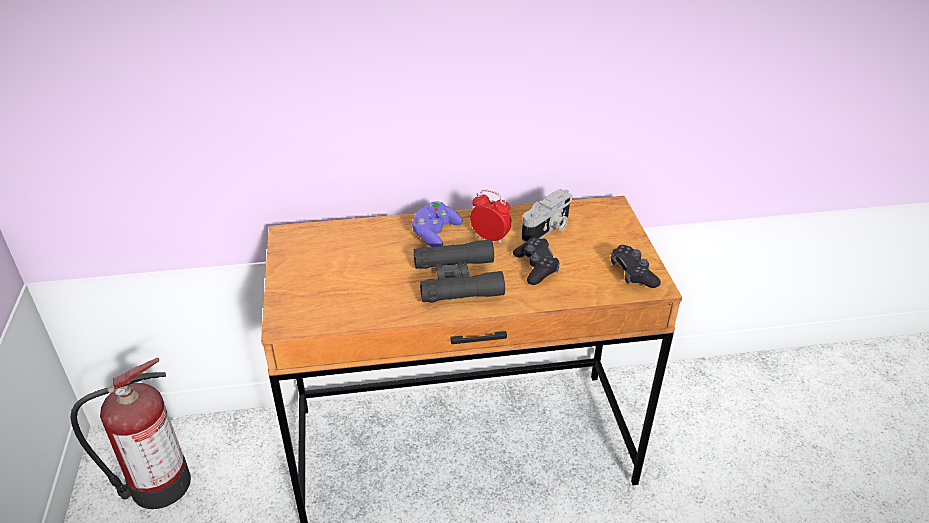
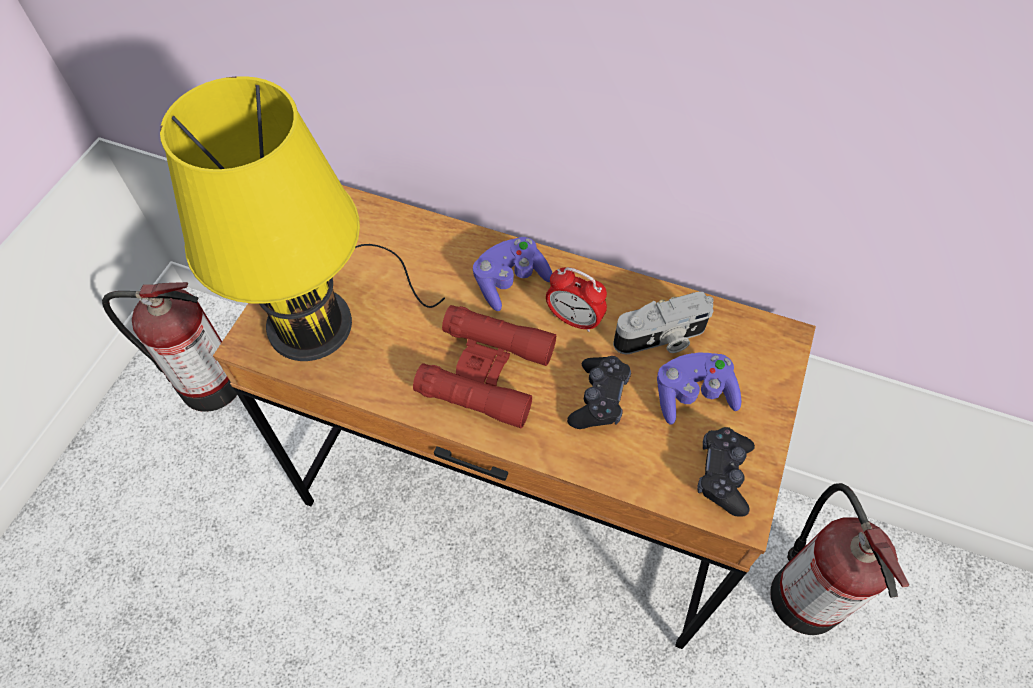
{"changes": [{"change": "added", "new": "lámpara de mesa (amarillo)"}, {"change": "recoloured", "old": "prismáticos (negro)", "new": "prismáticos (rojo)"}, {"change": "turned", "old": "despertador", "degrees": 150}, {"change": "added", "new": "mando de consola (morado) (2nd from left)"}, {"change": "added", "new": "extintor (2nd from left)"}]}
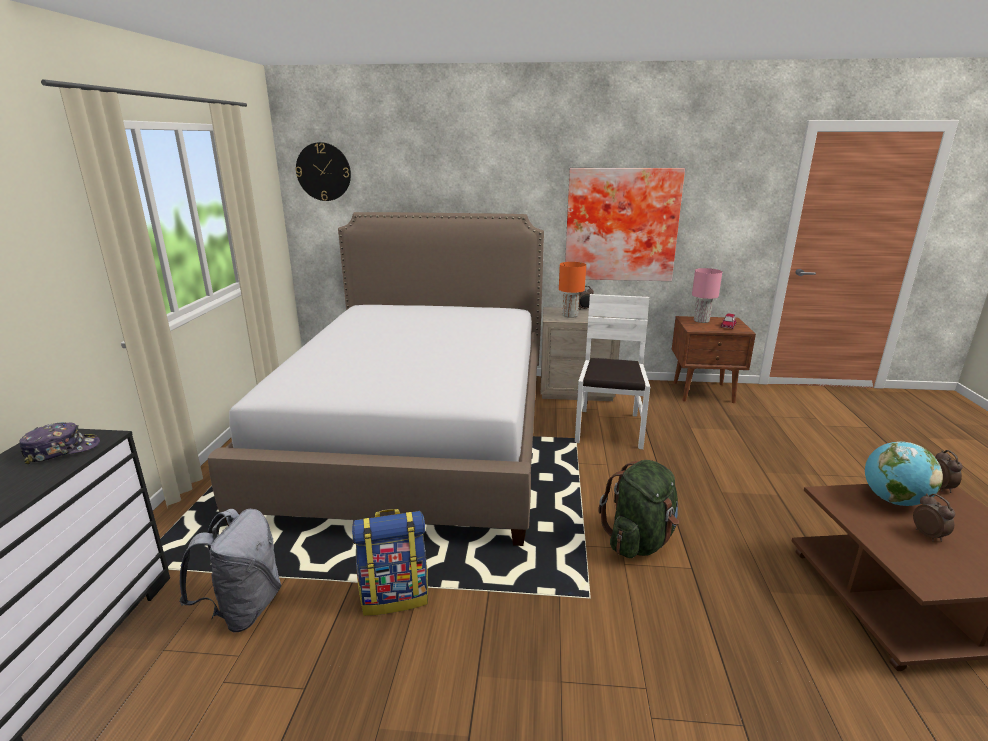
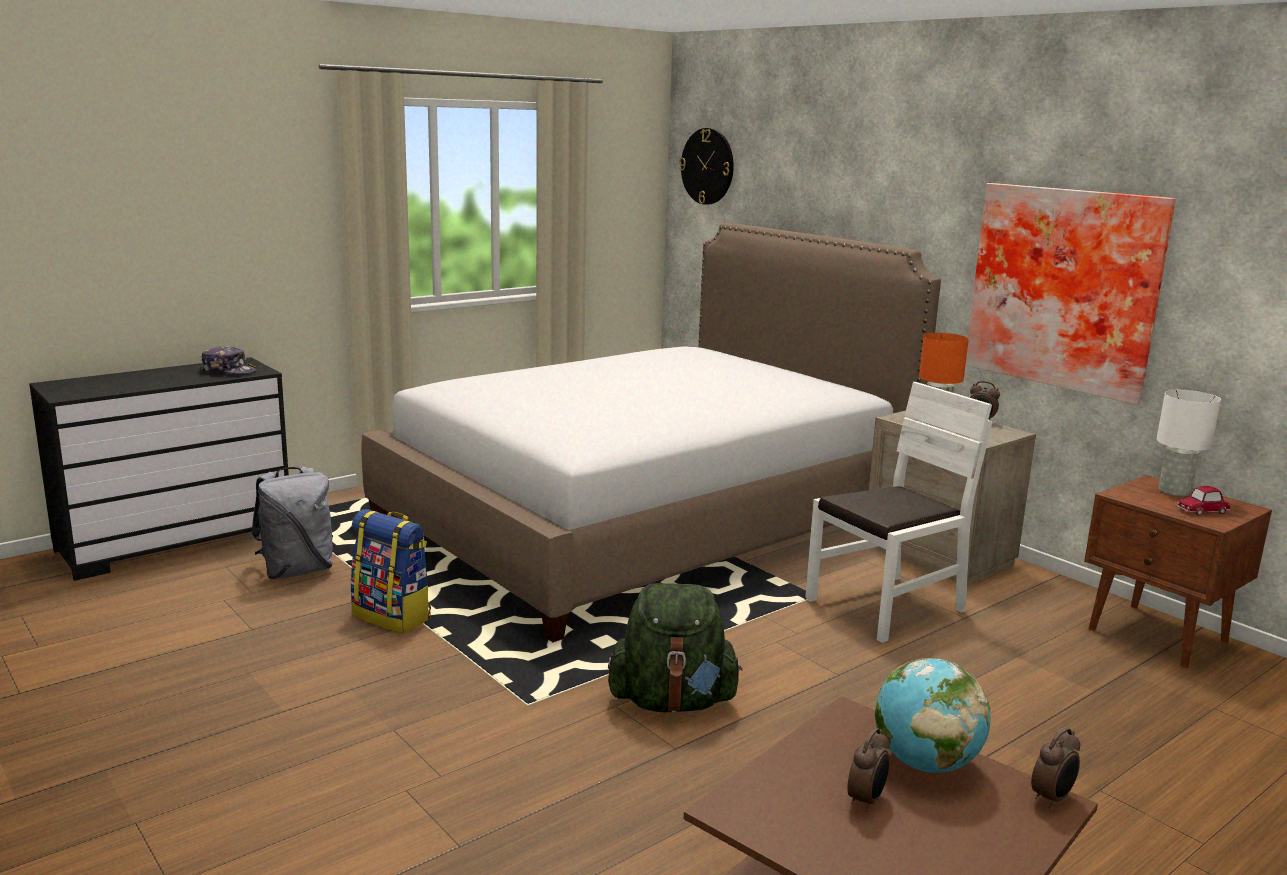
{"changes": [{"change": "recoloured", "old": "lámpara de mesa (rosa)", "new": "lámpara de mesa (blanco)"}]}
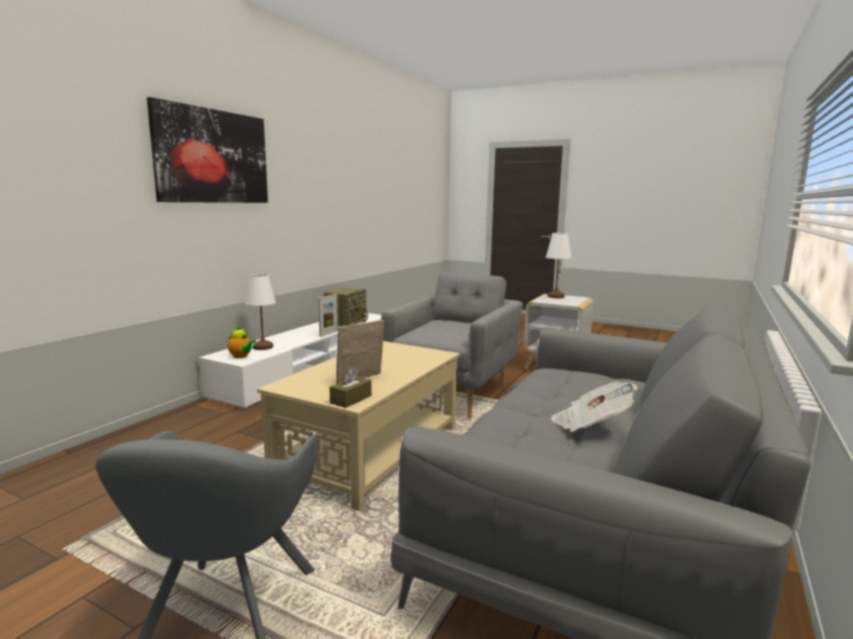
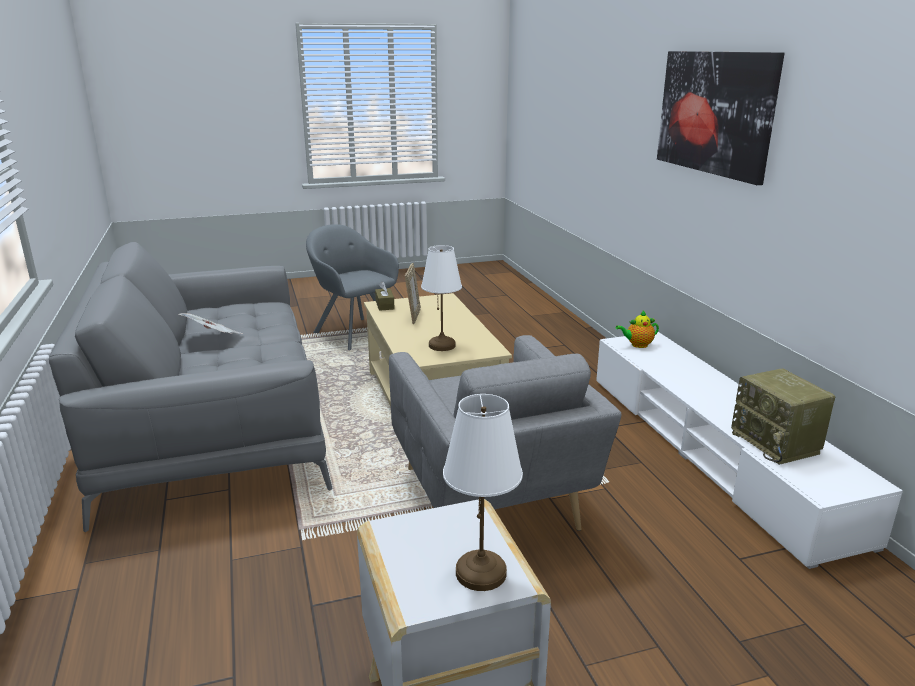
{"changes": [{"change": "moved", "old": "lámpara de mesa (blanco) (1st from left)"}, {"change": "removed", "old": "portarretratos (1st from left)"}]}
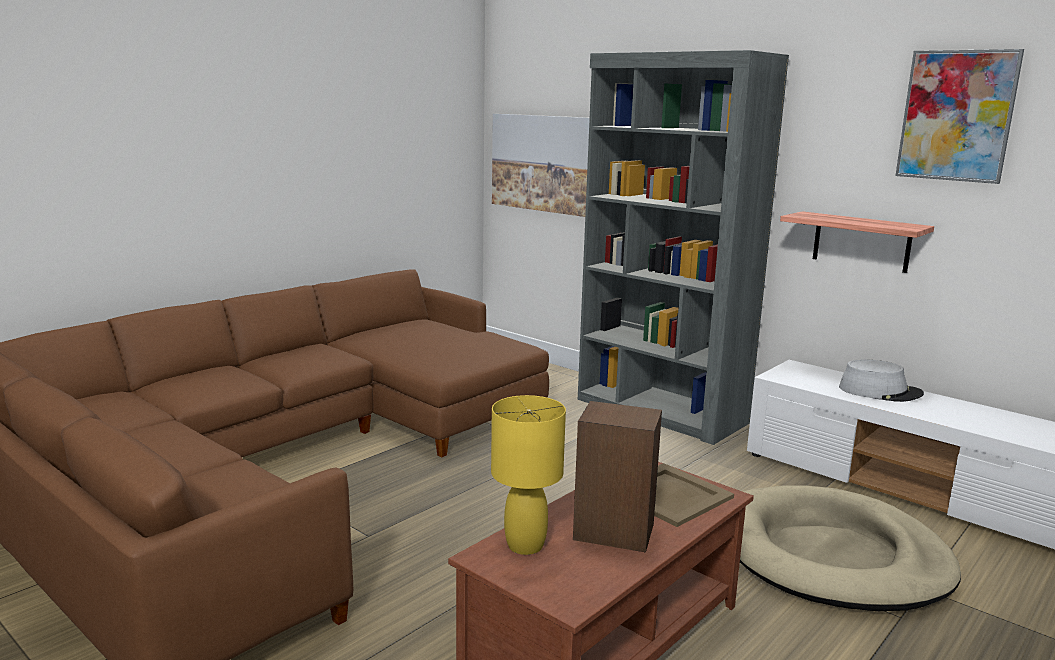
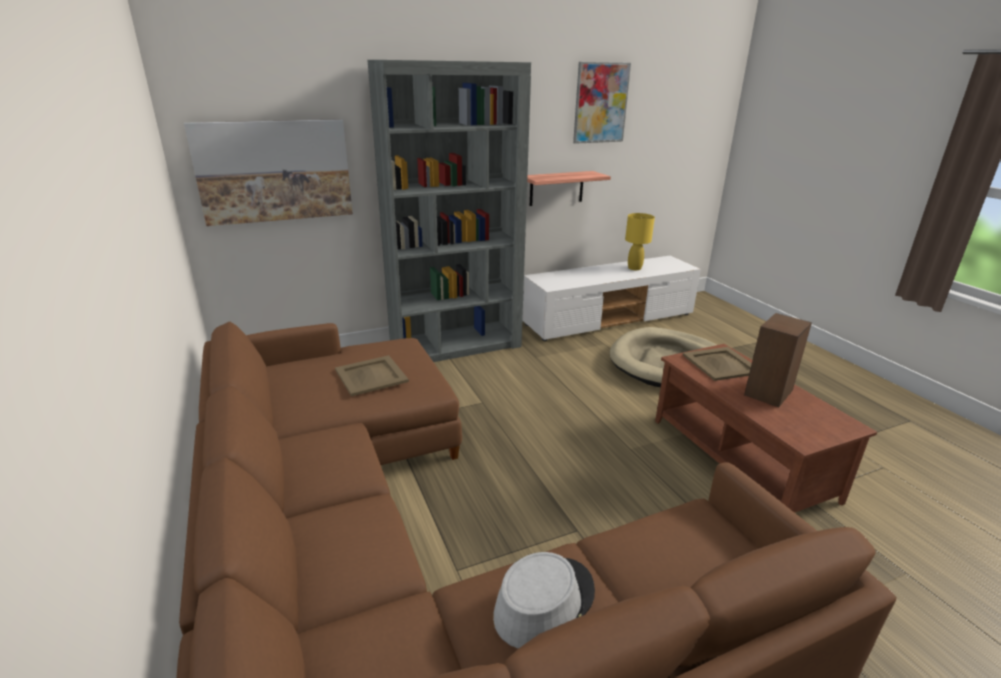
{"changes": [{"change": "added", "new": "bandeja (beis) (1st from left)"}, {"change": "moved", "old": "sombrero (gris)"}, {"change": "moved", "old": "lámpara de mesa (amarillo)"}]}
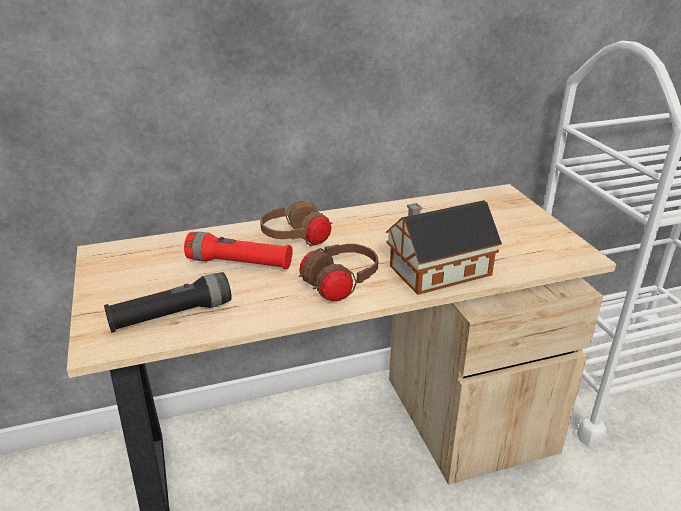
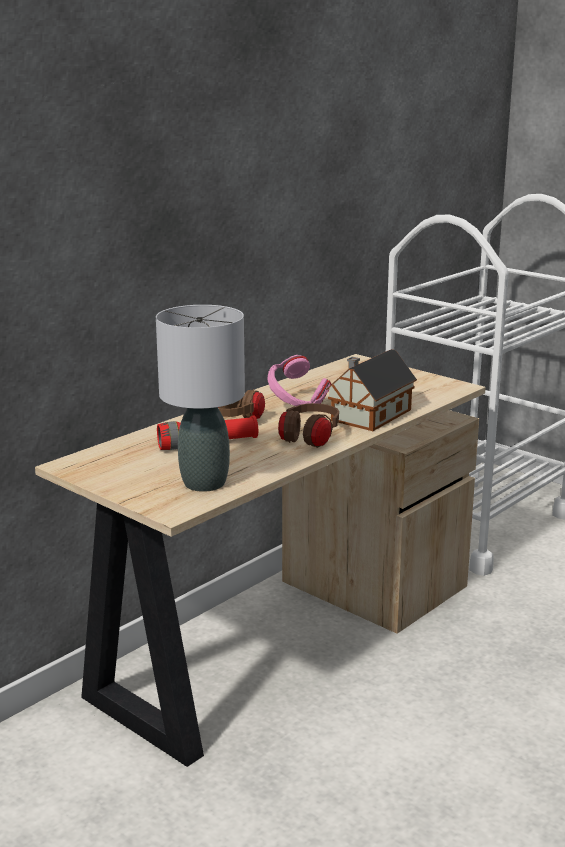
{"changes": [{"change": "replaced", "old": "linterna (negro)", "new": "lámpara de mesa (gris)"}, {"change": "added", "new": "auriculares (rosa)"}]}
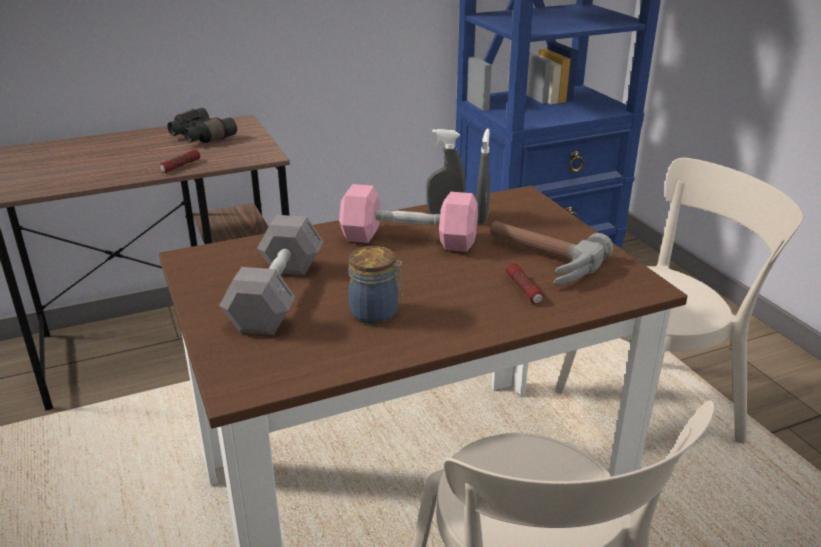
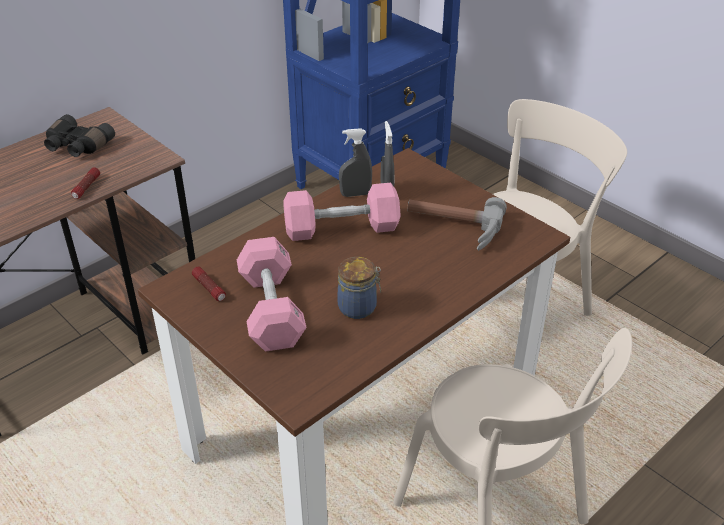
{"changes": [{"change": "moved", "old": "linterna (2nd from left)"}, {"change": "recoloured", "old": "mancuerna (gris)", "new": "mancuerna (rosa) (1st from left)"}]}
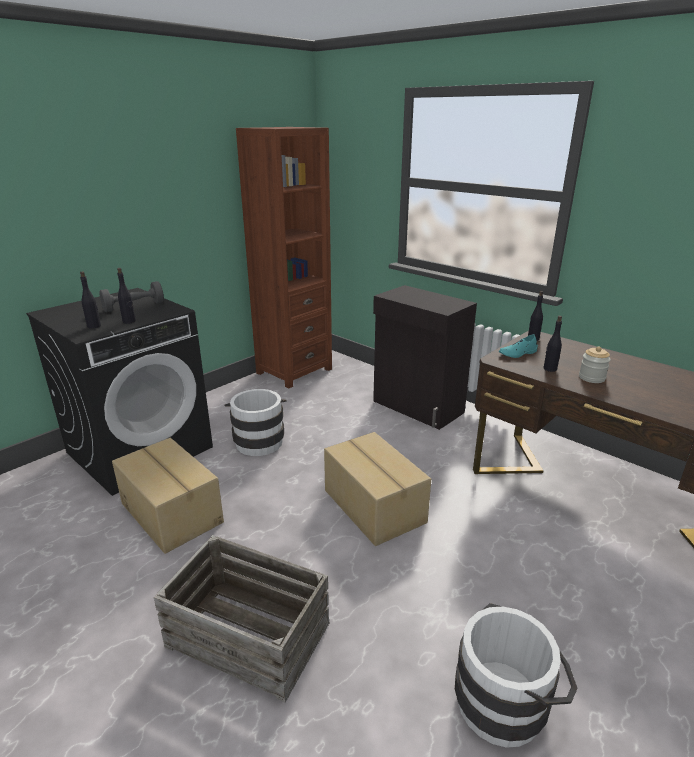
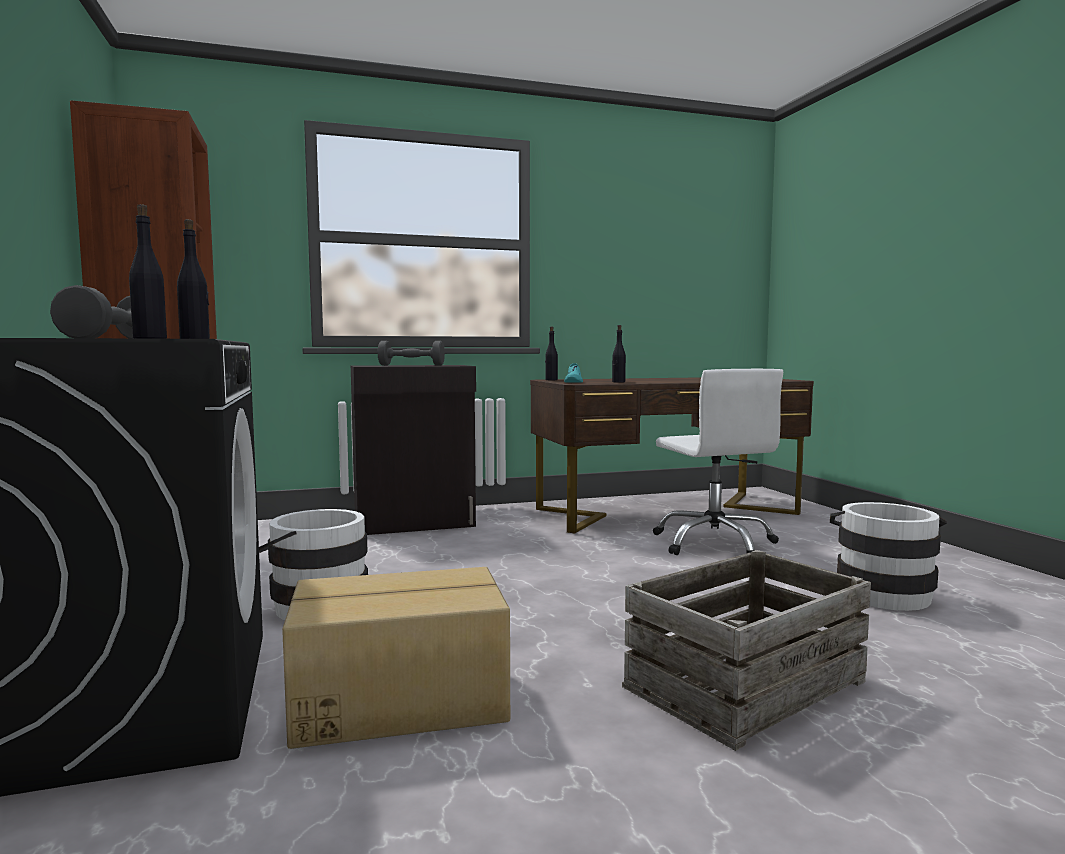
{"changes": [{"change": "added", "new": "mancuerna (gris) (2nd from left)"}, {"change": "added", "new": "silla de oficina (blanco)"}, {"change": "removed", "old": "caja de cartón (2nd from left)"}, {"change": "removed", "old": "tarro"}]}
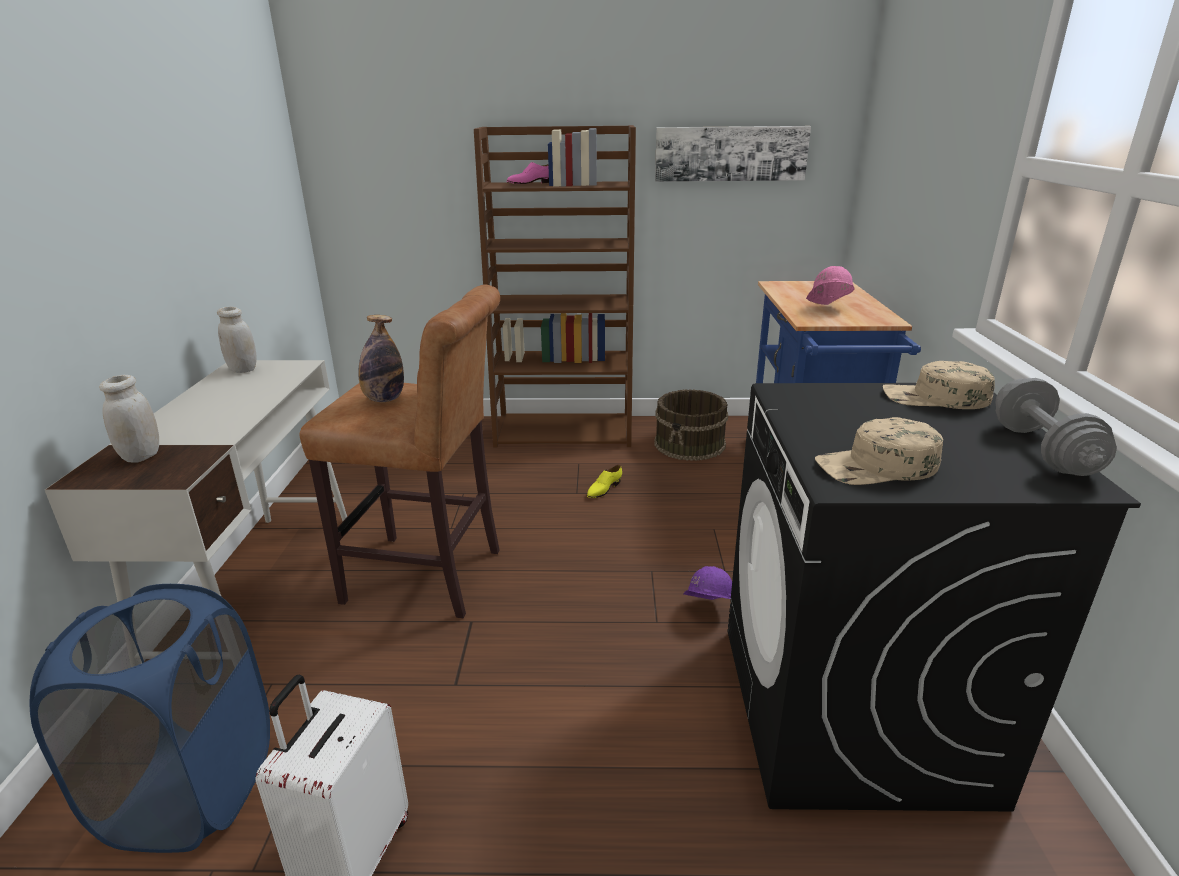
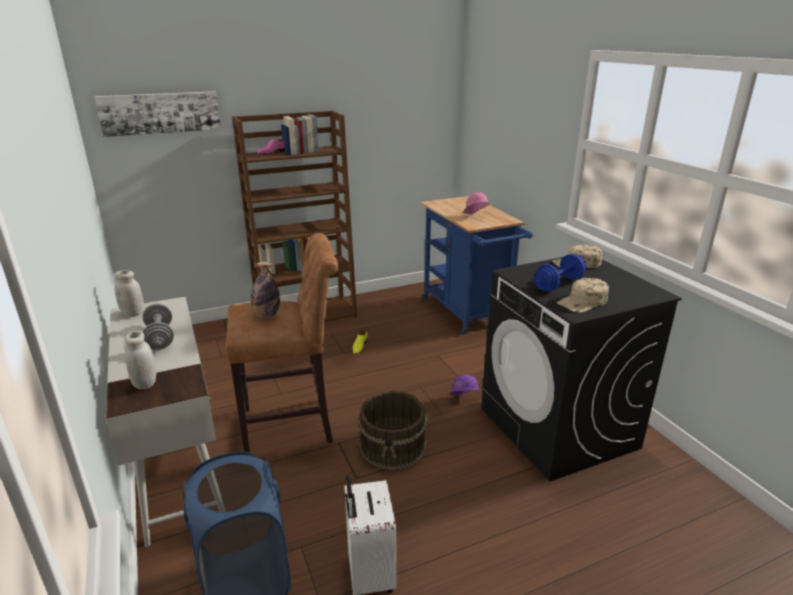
{"changes": [{"change": "moved", "old": "cuadro"}, {"change": "moved", "old": "mancuerna (gris)"}, {"change": "moved", "old": "cubo (marrón)"}, {"change": "added", "new": "mancuerna (azul)"}]}
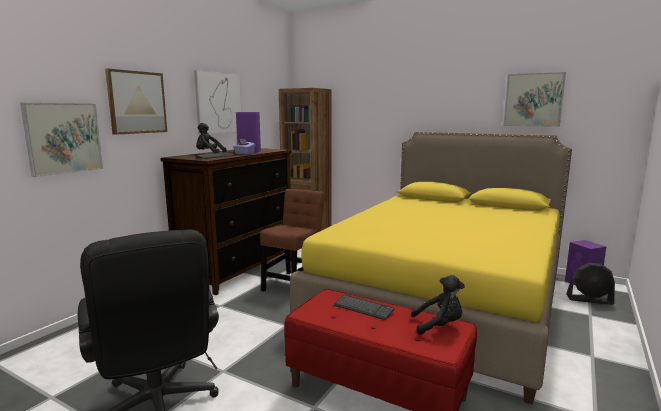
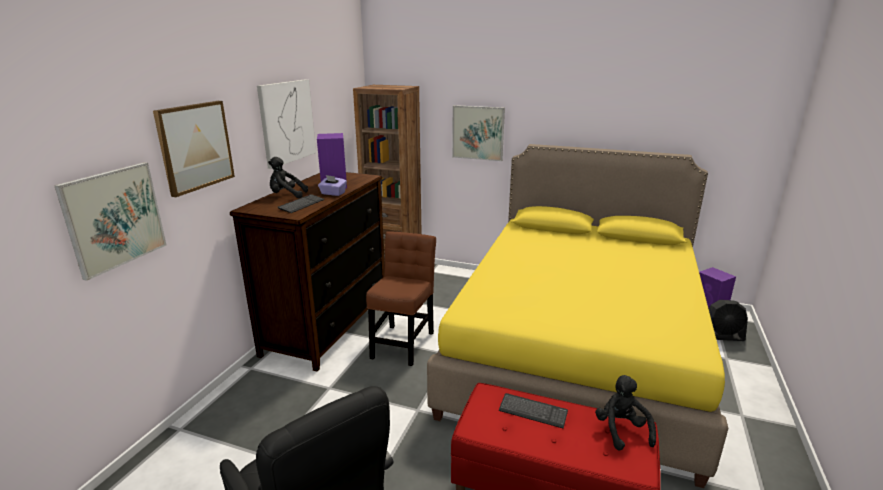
{"changes": [{"change": "moved", "old": "cuadro (4th from left)"}, {"change": "turned", "old": "peluche (negro) (2nd from left)", "degrees": -90}]}
